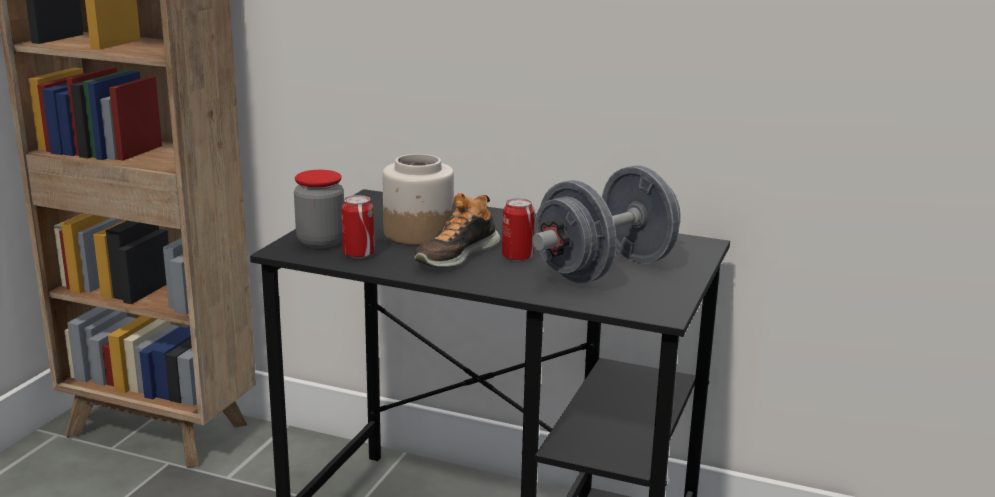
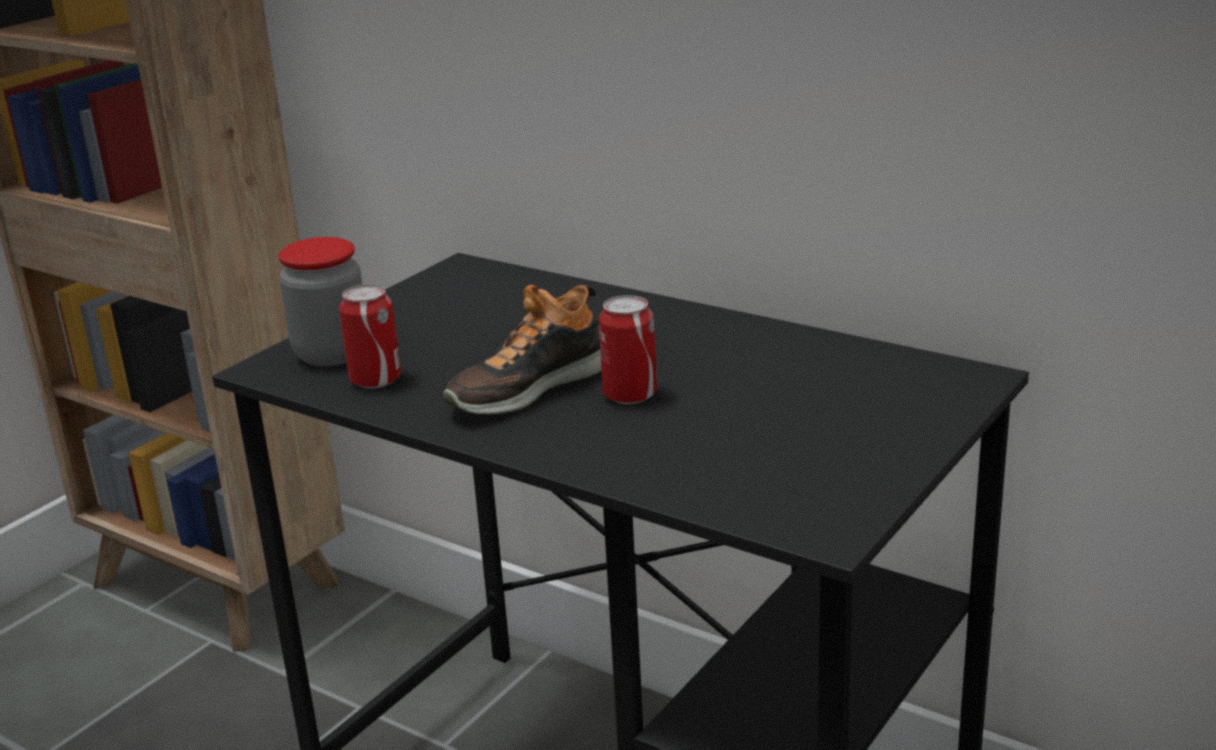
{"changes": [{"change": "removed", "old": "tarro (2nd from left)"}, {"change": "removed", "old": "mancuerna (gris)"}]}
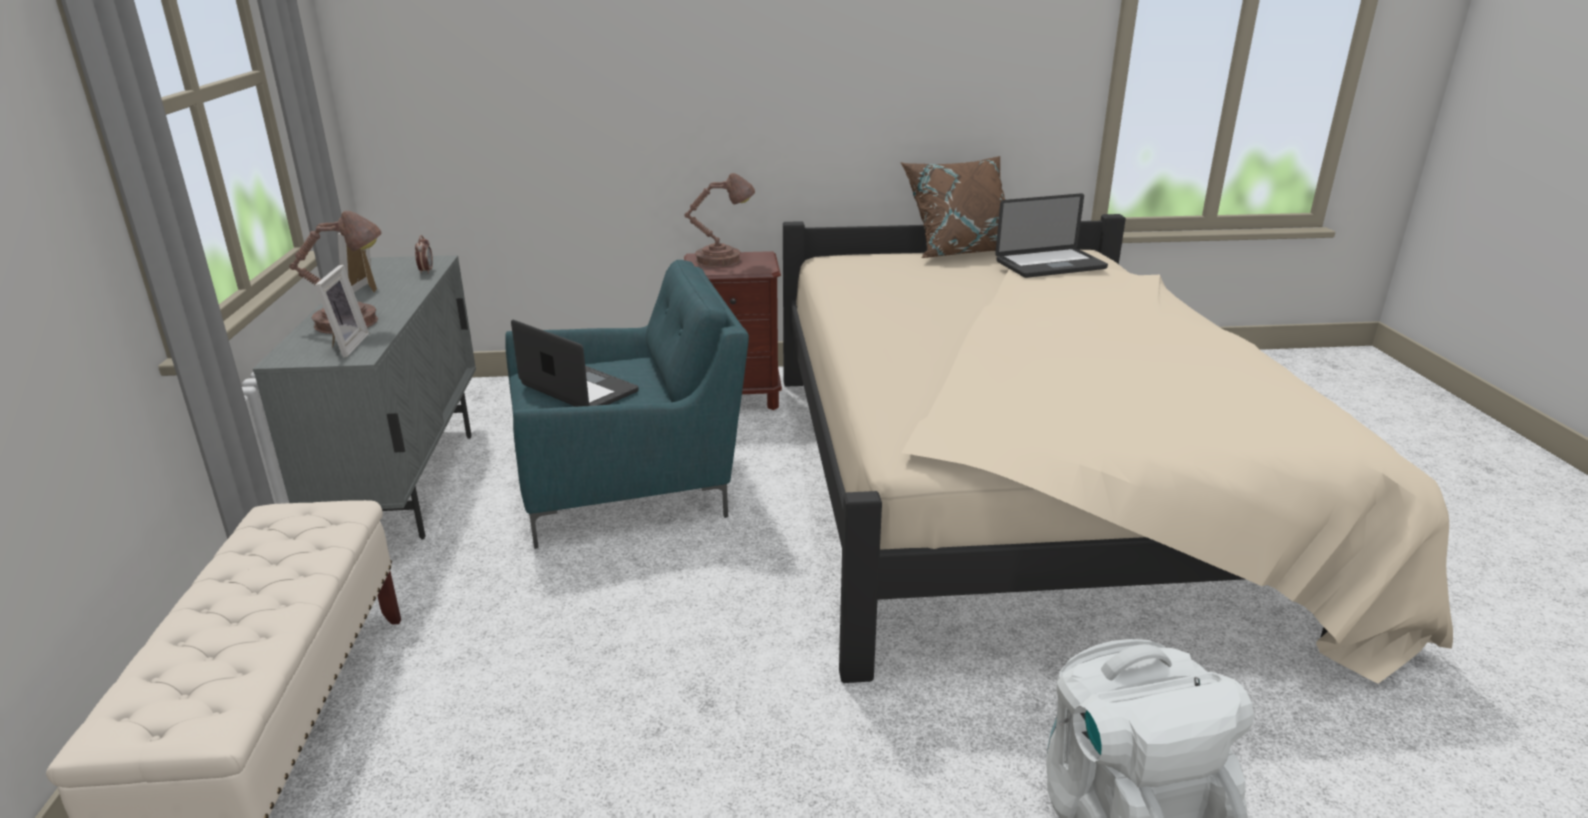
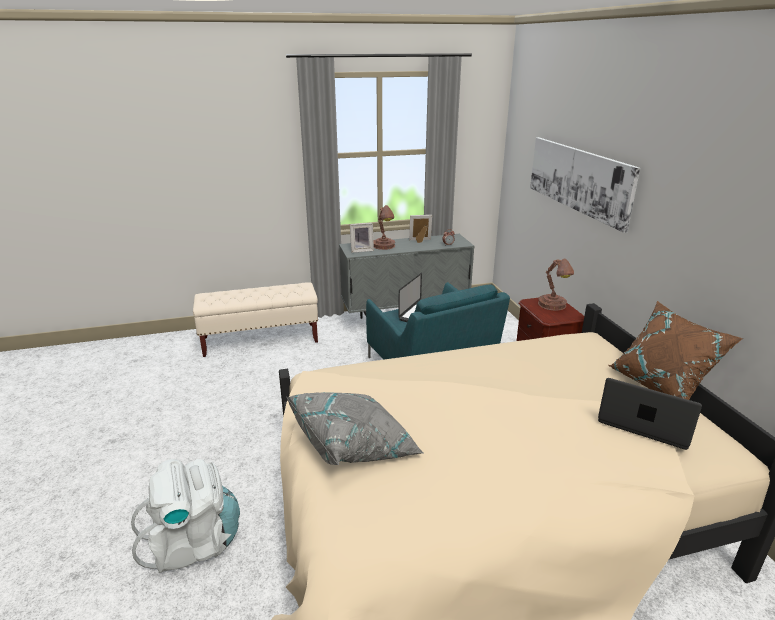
{"changes": [{"change": "added", "new": "cojín (gris)"}, {"change": "added", "new": "cuadro"}, {"change": "turned", "old": "portátil (2nd from left)", "degrees": 150}]}
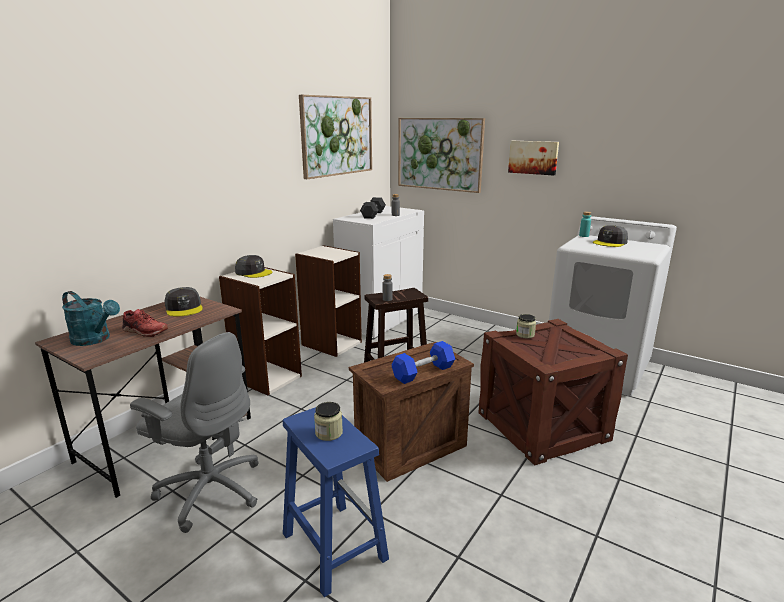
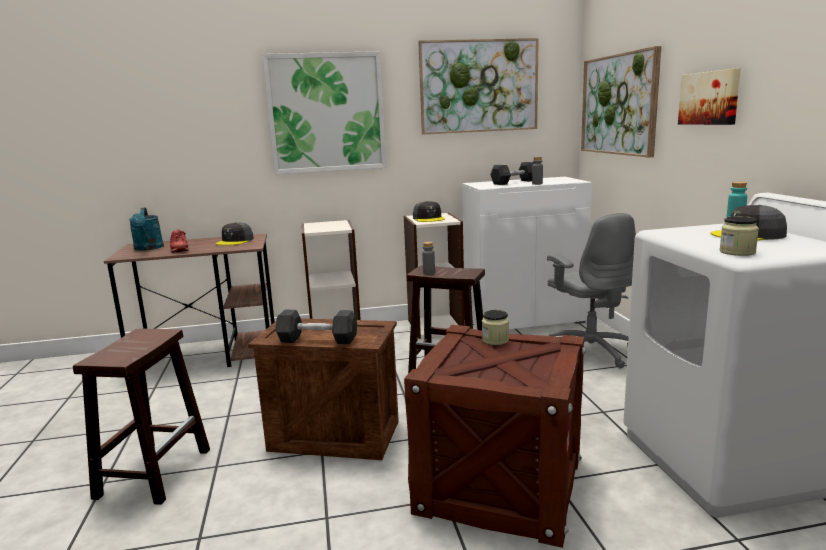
{"changes": [{"change": "recoloured", "old": "taburete (azul)", "new": "taburete (marrón) (1st from left)"}, {"change": "added", "new": "cuadro (1st from left)"}, {"change": "recoloured", "old": "mancuerna (azul)", "new": "mancuerna (gris) (1st from left)"}, {"change": "moved", "old": "gorra (gris) (2nd from left)"}, {"change": "moved", "old": "silla de oficina (gris)"}, {"change": "moved", "old": "tarro (1st from left in the first image)", "new": "tarro (2nd from left)"}]}
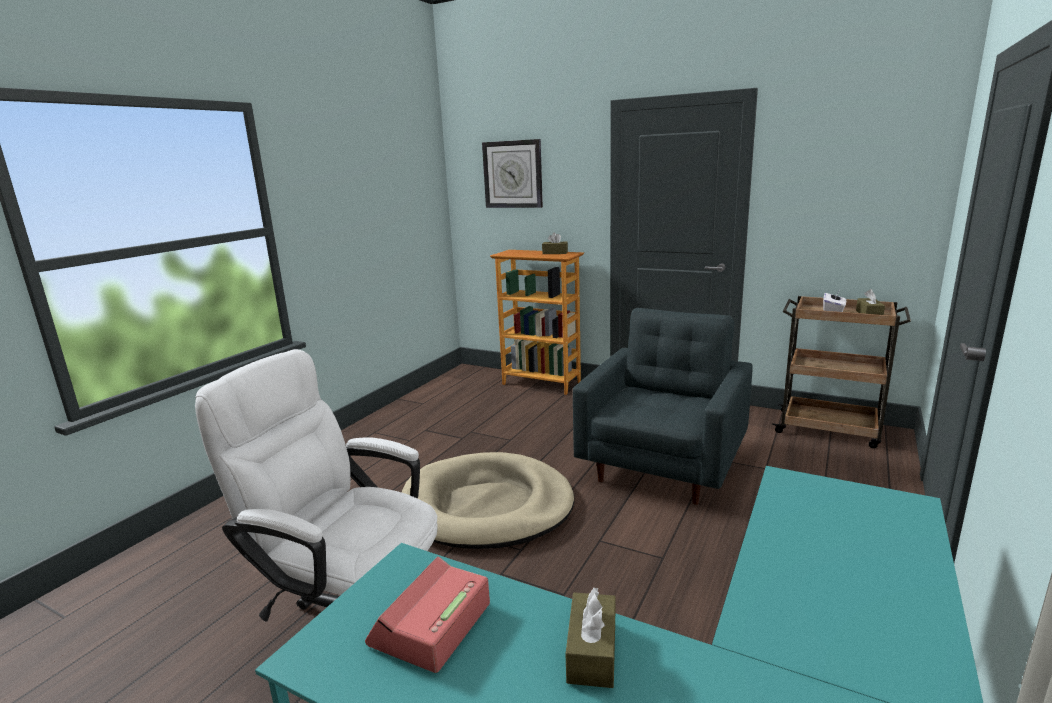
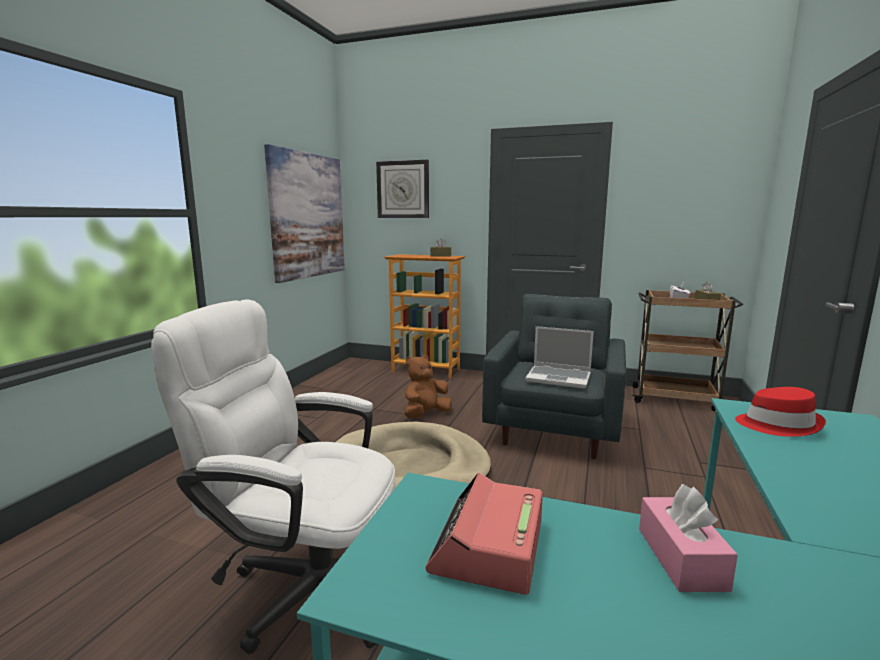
{"changes": [{"change": "added", "new": "cuadro"}, {"change": "added", "new": "peluche (marrón)"}, {"change": "added", "new": "portátil"}, {"change": "recoloured", "old": "caja de pañuelos (marrón) (2nd from left)", "new": "caja de pañuelos (rosa)"}, {"change": "added", "new": "sombrero (rojo)"}]}
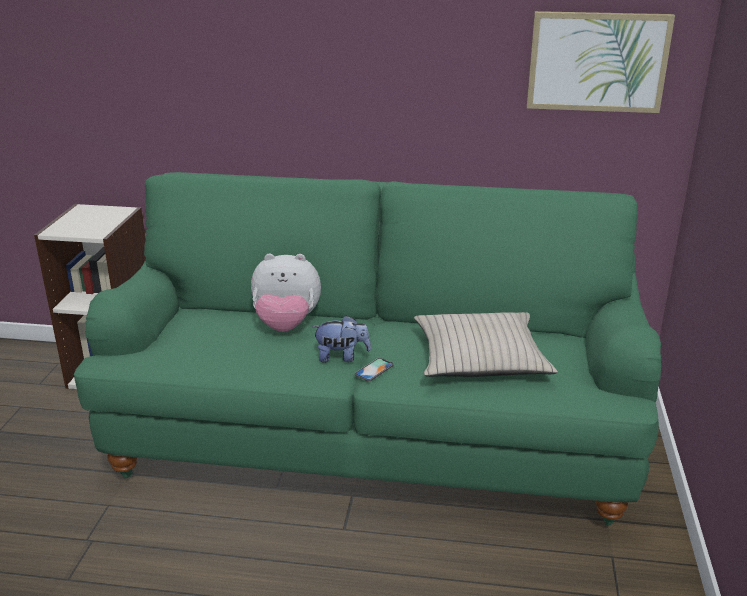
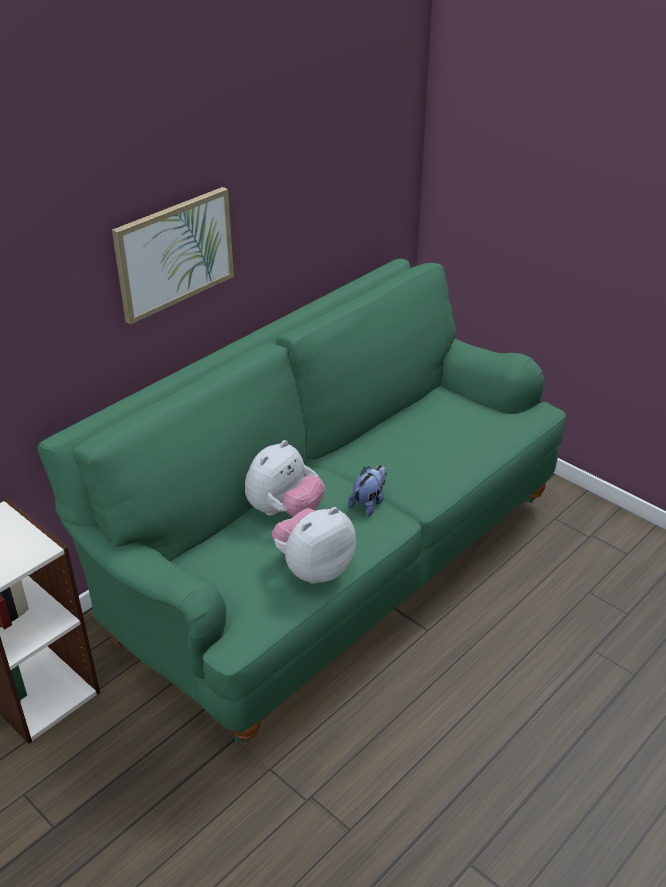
{"changes": [{"change": "moved", "old": "cuadro"}, {"change": "added", "new": "peluche (2nd from left)"}, {"change": "removed", "old": "móvil"}, {"change": "removed", "old": "cojín (beis)"}]}
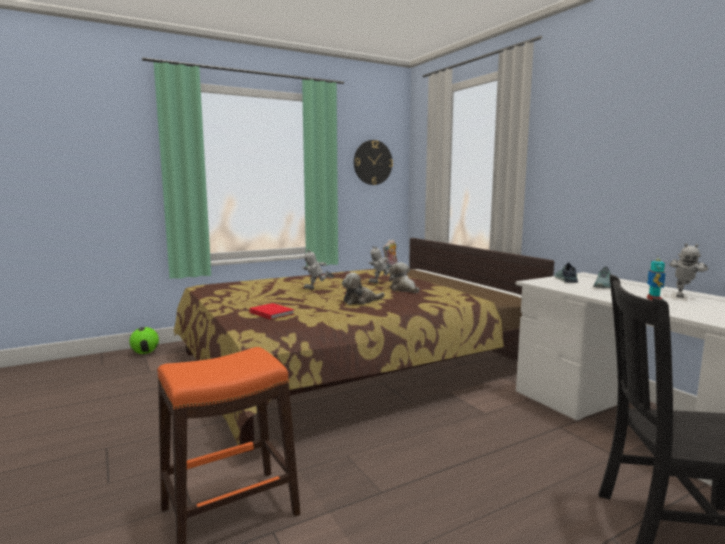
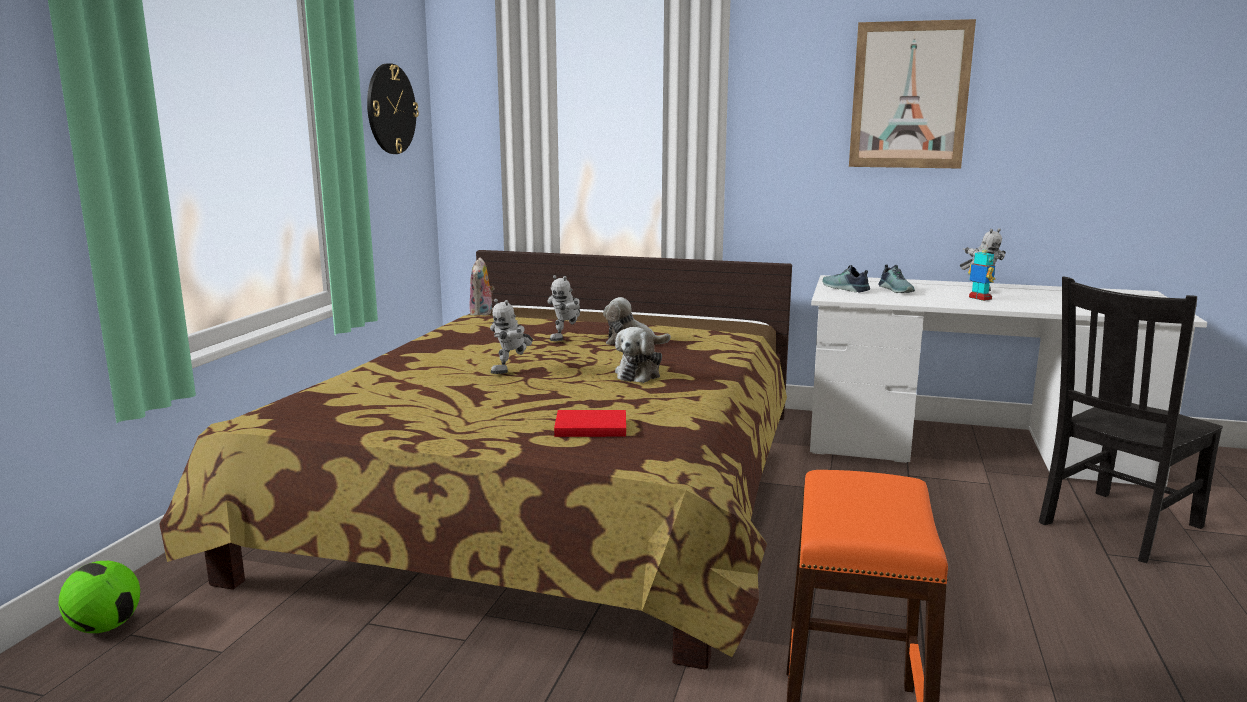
{"changes": [{"change": "added", "new": "cuadro"}]}
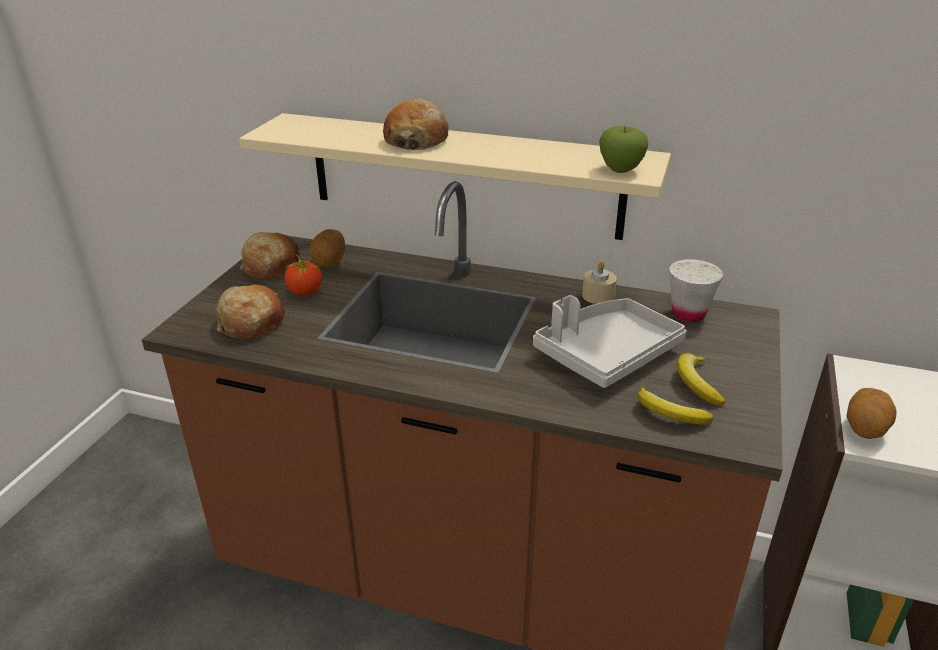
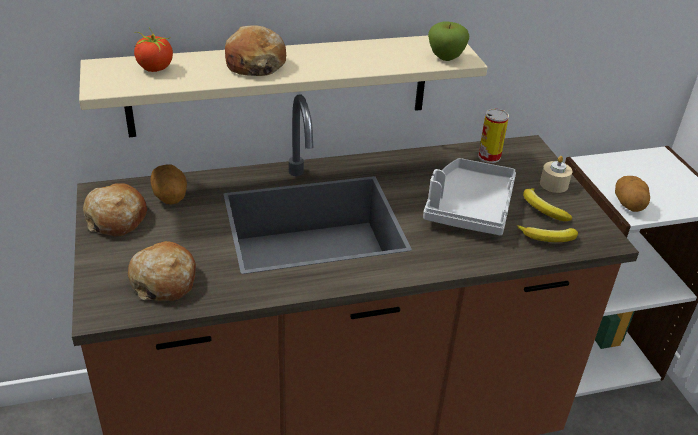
{"changes": [{"change": "moved", "old": "tomate"}, {"change": "replaced", "old": "taza (blanco)", "new": "lata"}, {"change": "moved", "old": "vela (beis)"}]}
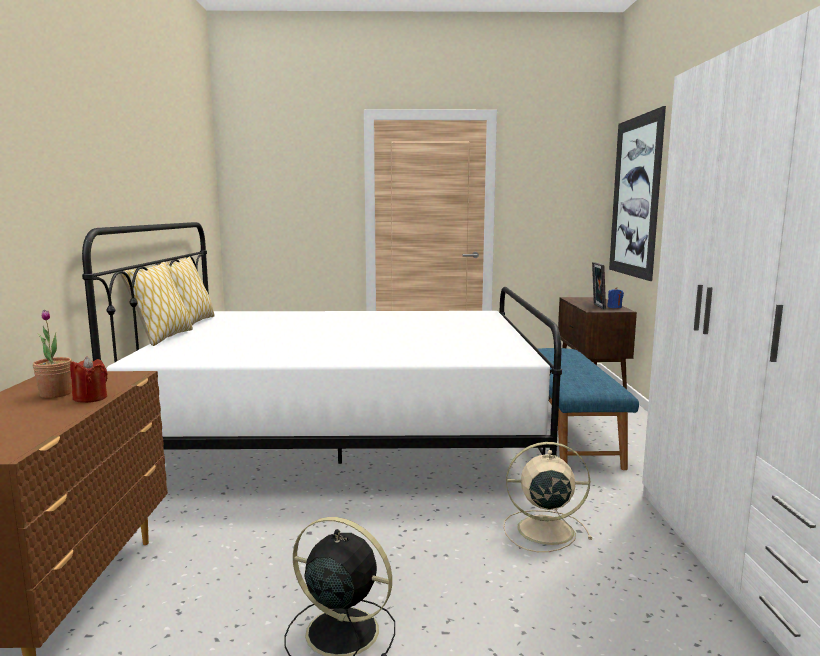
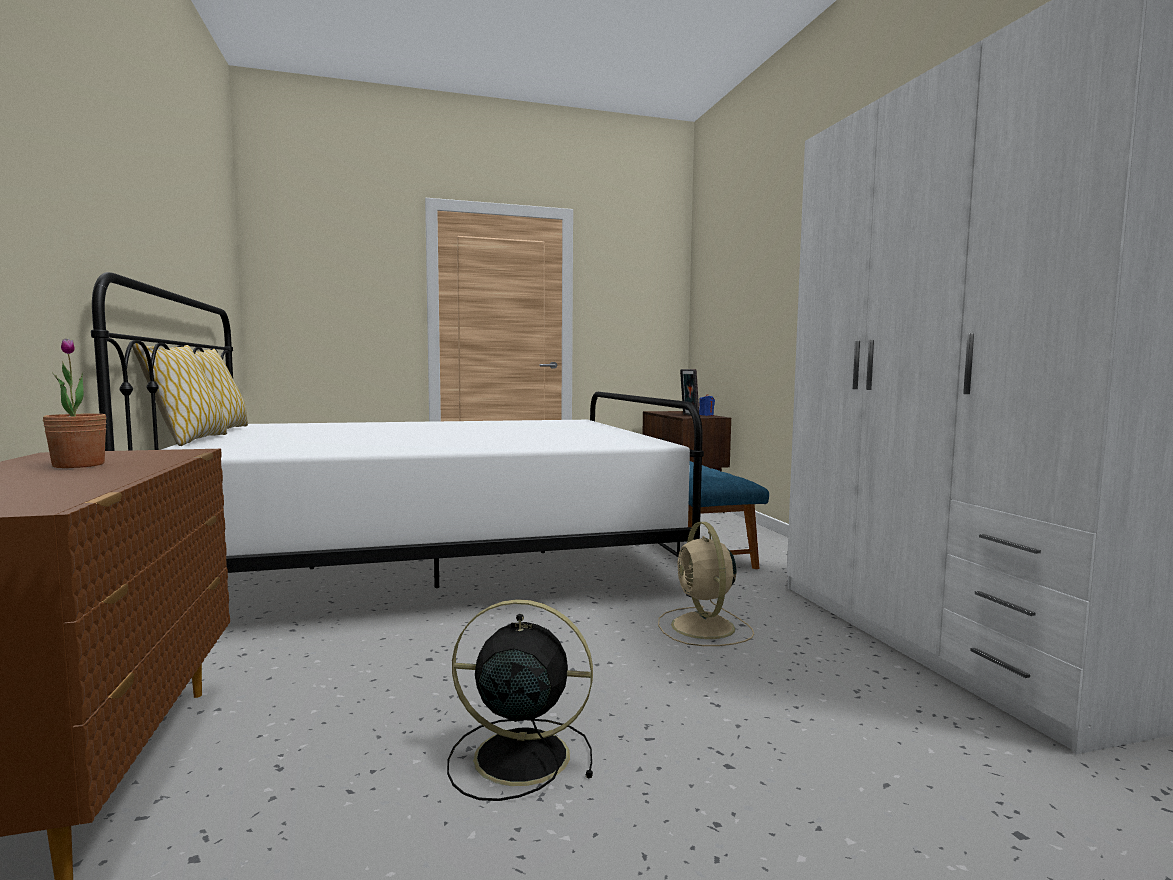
{"changes": [{"change": "turned", "old": "ventilador (beis)", "degrees": -90}, {"change": "removed", "old": "vela (rojo)"}, {"change": "removed", "old": "cuadro"}]}
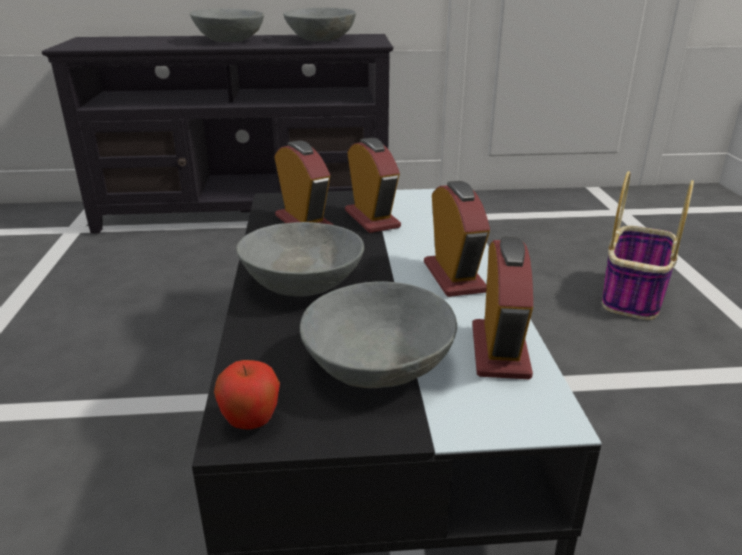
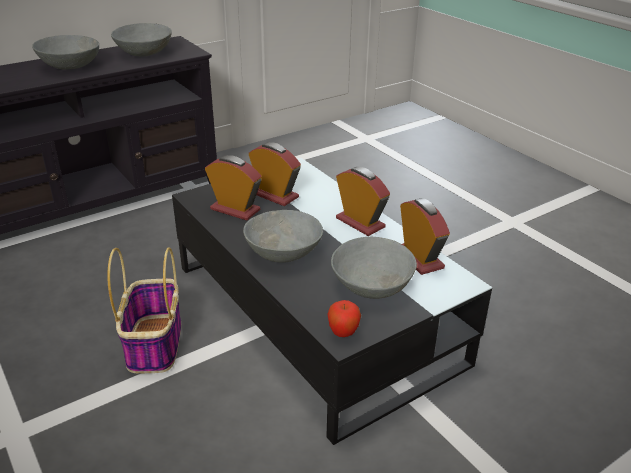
{"changes": [{"change": "moved", "old": "cesta"}]}
